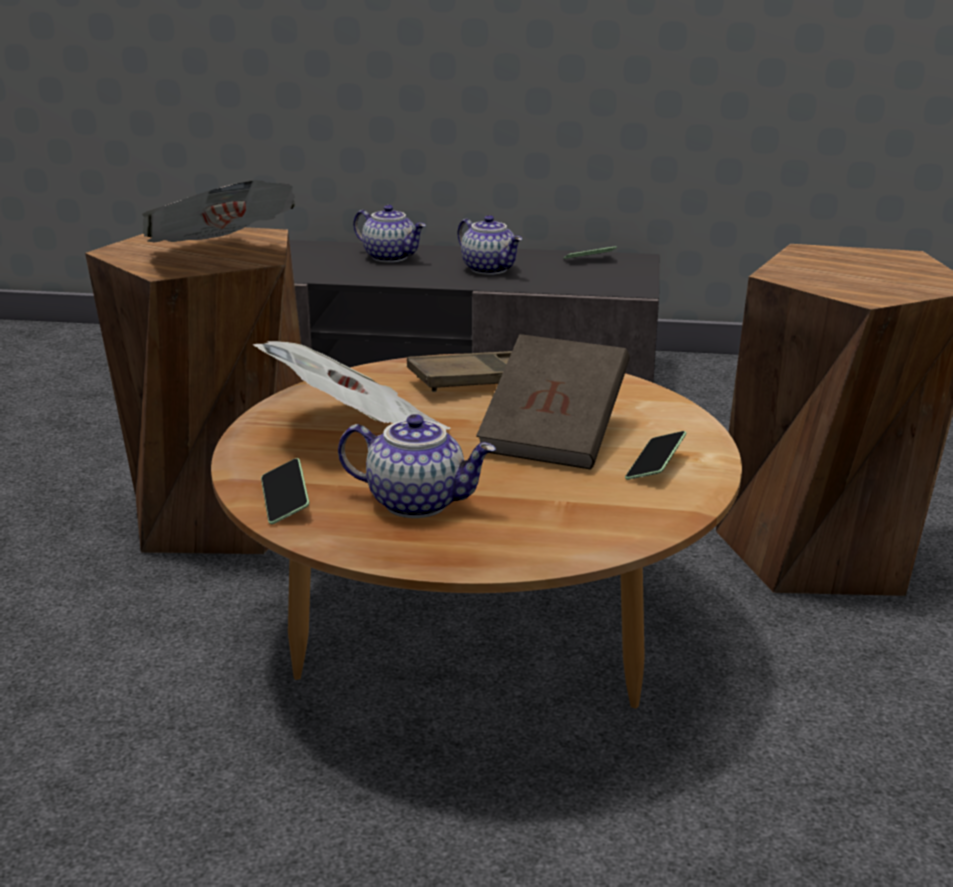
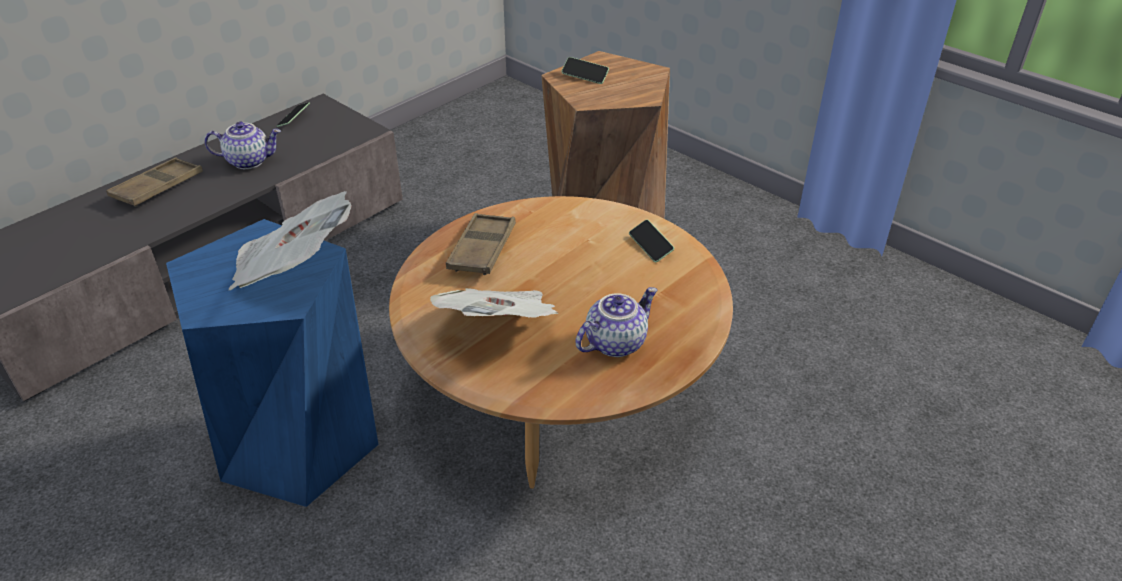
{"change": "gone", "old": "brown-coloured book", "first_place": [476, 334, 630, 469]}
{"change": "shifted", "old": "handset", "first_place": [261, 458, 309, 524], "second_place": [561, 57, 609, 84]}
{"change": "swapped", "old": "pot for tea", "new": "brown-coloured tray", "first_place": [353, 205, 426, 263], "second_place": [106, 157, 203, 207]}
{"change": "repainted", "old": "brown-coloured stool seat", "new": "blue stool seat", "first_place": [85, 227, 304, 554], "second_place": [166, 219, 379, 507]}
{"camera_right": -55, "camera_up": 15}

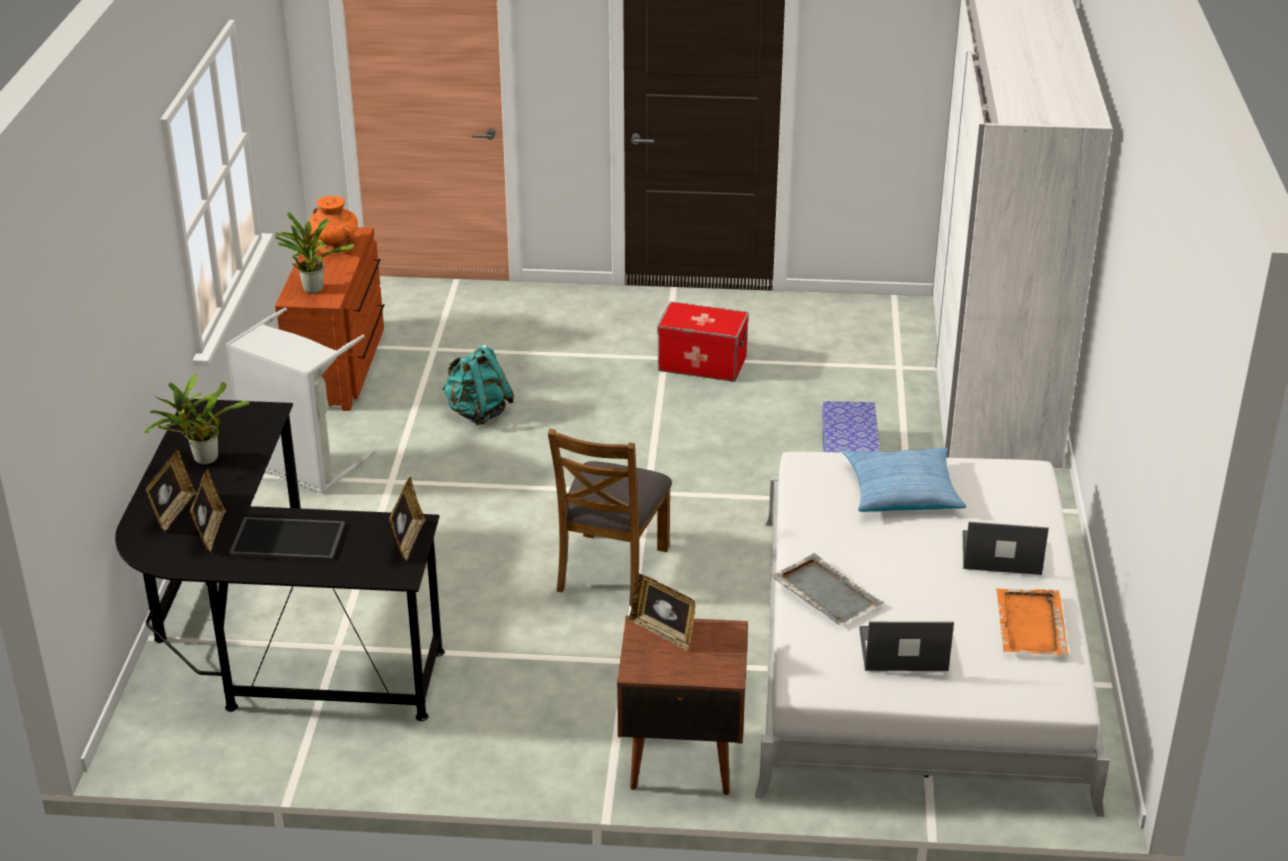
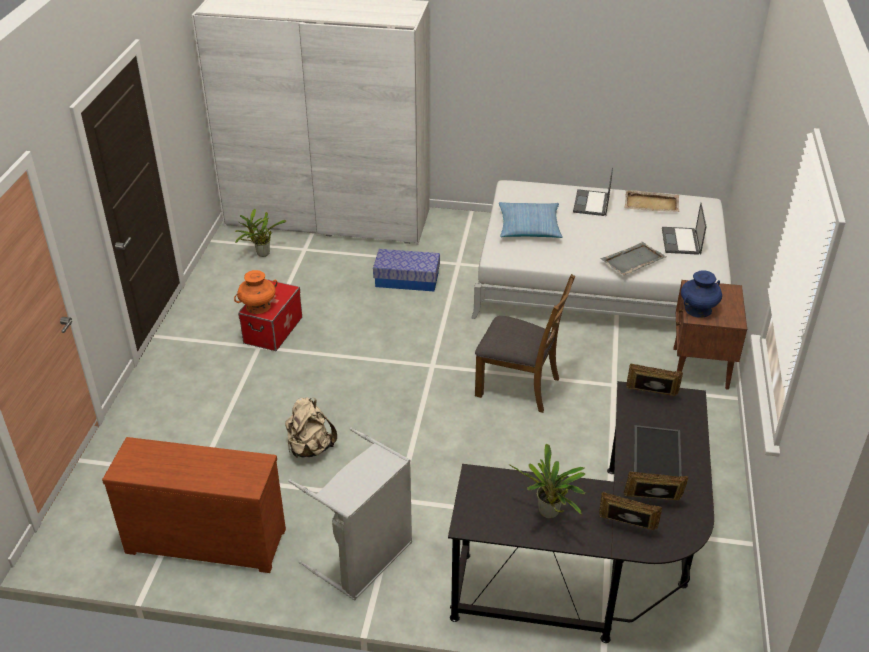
{"change": "shifted", "old": "houseplant", "first_place": [274, 212, 354, 294], "second_place": [235, 209, 286, 257]}
{"change": "shifted", "old": "orangey decorative vase", "first_place": [309, 196, 358, 255], "second_place": [234, 270, 278, 314]}
{"change": "swapped", "old": "standing frame", "new": "blue decorative vase", "first_place": [630, 573, 696, 651], "second_place": [681, 270, 722, 318]}
{"change": "repainted", "old": "turquoise backpack", "new": "beige backpack", "first_place": [442, 345, 514, 426], "second_place": [285, 397, 337, 458]}
{"change": "repainted", "old": "orangey tray", "new": "beige tray", "first_place": [995, 588, 1069, 655], "second_place": [624, 190, 679, 212]}
{"camera_right": -85, "camera_up": 5}

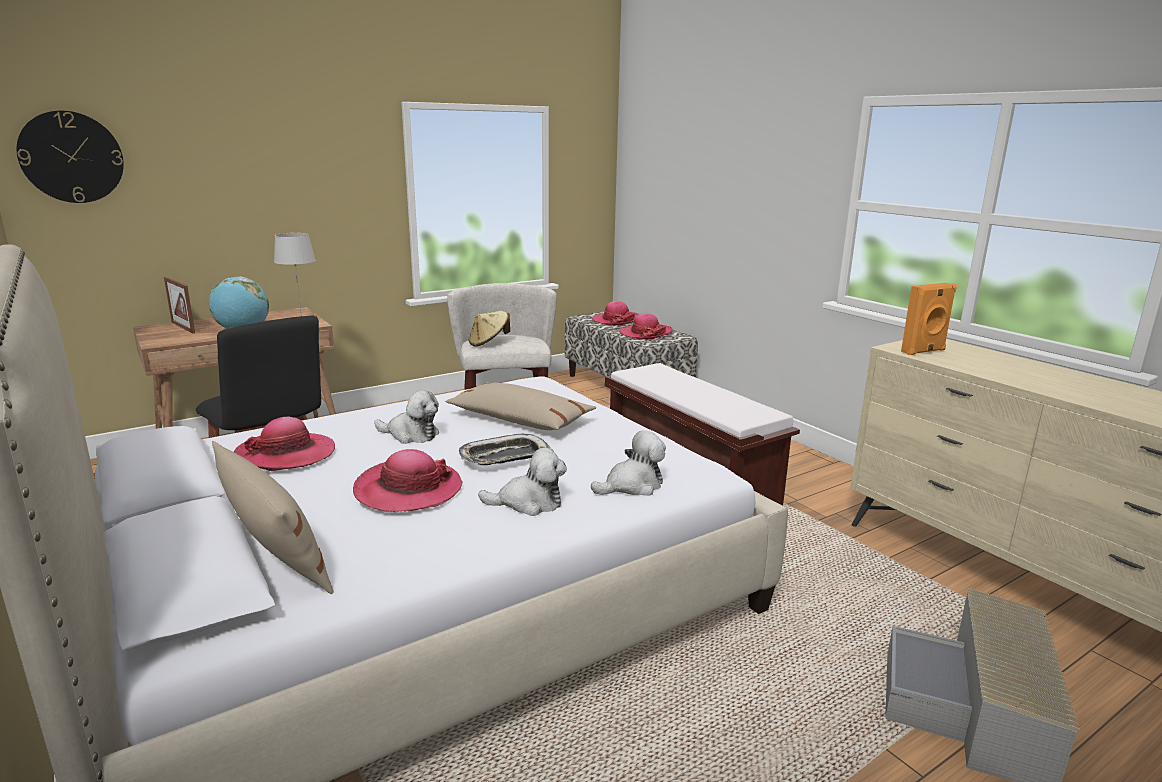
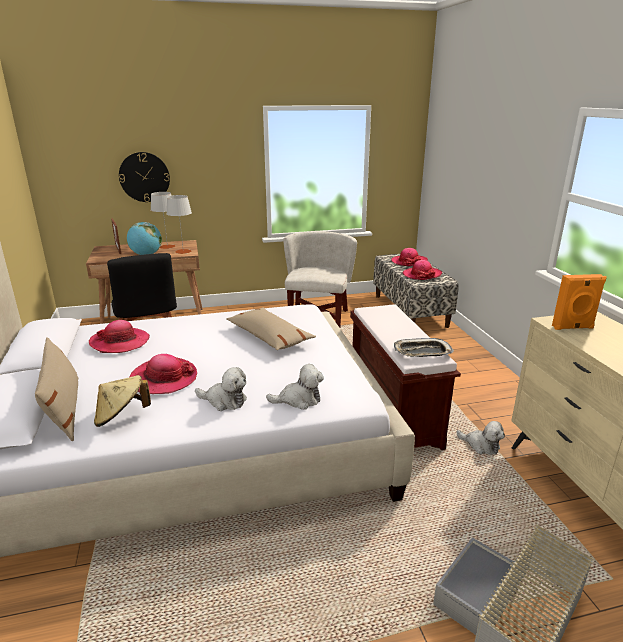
{"change": "new", "new": "grey table lamp", "second_place": [151, 192, 175, 249]}
{"change": "shifted", "old": "clock on the wall", "first_place": [17, 111, 124, 203], "second_place": [119, 152, 170, 202]}
{"change": "shifted", "old": "soft toy", "first_place": [374, 390, 439, 444], "second_place": [456, 421, 505, 455]}
{"change": "shifted", "old": "tray", "first_place": [459, 433, 551, 465], "second_place": [394, 338, 454, 357]}
{"change": "shifted", "old": "beige hat", "first_place": [468, 311, 510, 347], "second_place": [94, 375, 151, 427]}
{"camera_right": 20, "camera_up": 5}

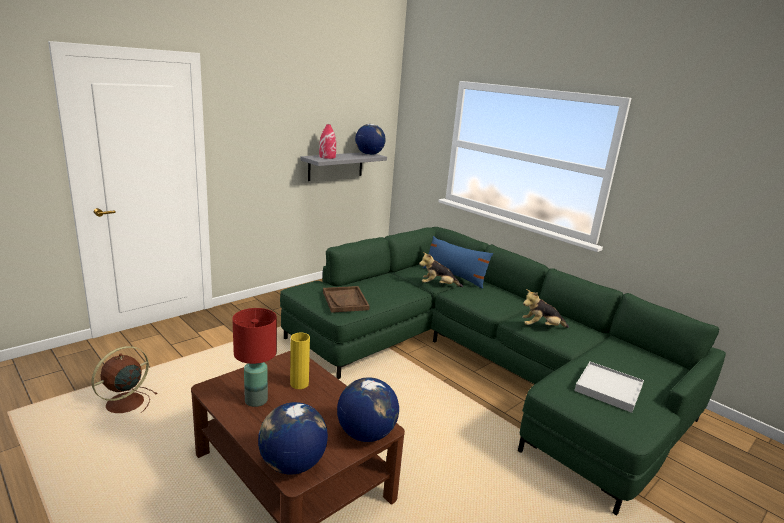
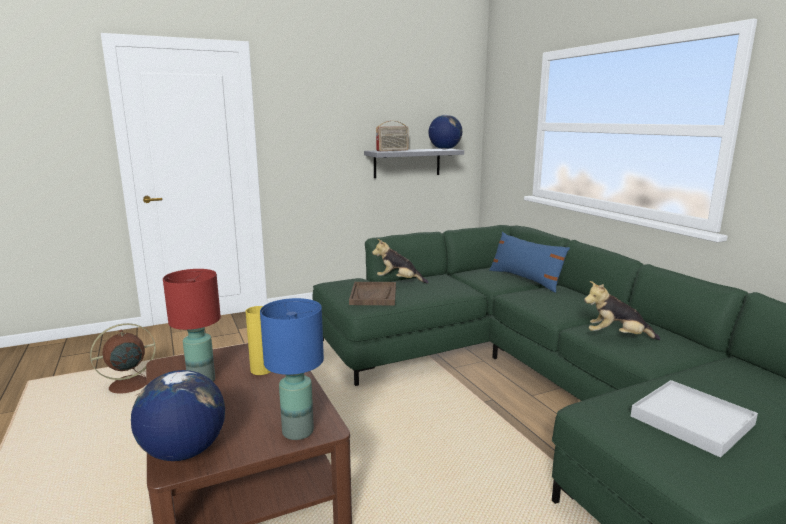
{"change": "shifted", "old": "soft toy", "first_place": [419, 252, 463, 287], "second_place": [372, 239, 429, 284]}
{"change": "swapped", "old": "red decorative vase", "new": "radio receiver", "first_place": [319, 124, 336, 159], "second_place": [376, 121, 409, 151]}
{"change": "swapped", "old": "globe", "new": "blue table lamp", "first_place": [337, 377, 399, 442], "second_place": [260, 298, 324, 440]}
{"camera_right": 20, "camera_up": -5}

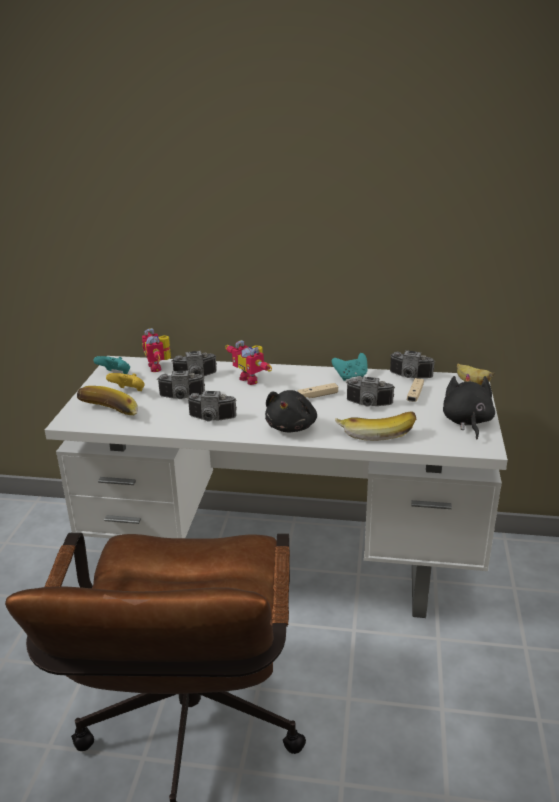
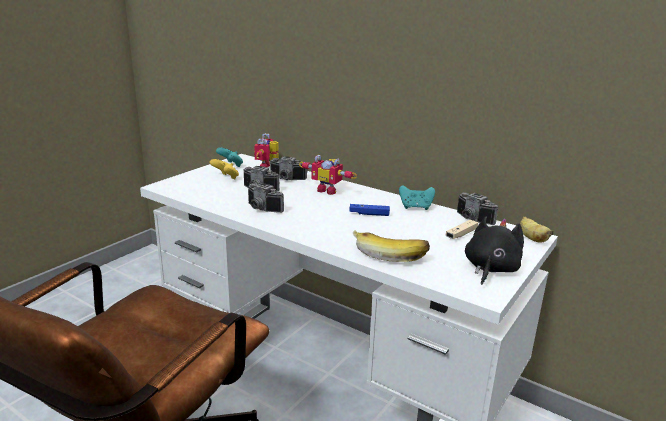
{"change": "gone", "old": "whole banana", "first_place": [77, 386, 138, 415]}
{"change": "gone", "old": "black-coloured soft toy", "first_place": [265, 390, 317, 432]}
{"change": "gone", "old": "still camera", "first_place": [346, 377, 395, 407]}
{"change": "repainted", "old": "beige joypad", "new": "blue joypad", "first_place": [297, 383, 338, 399], "second_place": [350, 204, 390, 216]}
{"change": "rotated", "old": "robot figure", "first_place": [225, 340, 272, 385], "second_place": [299, 155, 357, 195], "degrees": -45}
{"camera_right": 25, "camera_up": -5}

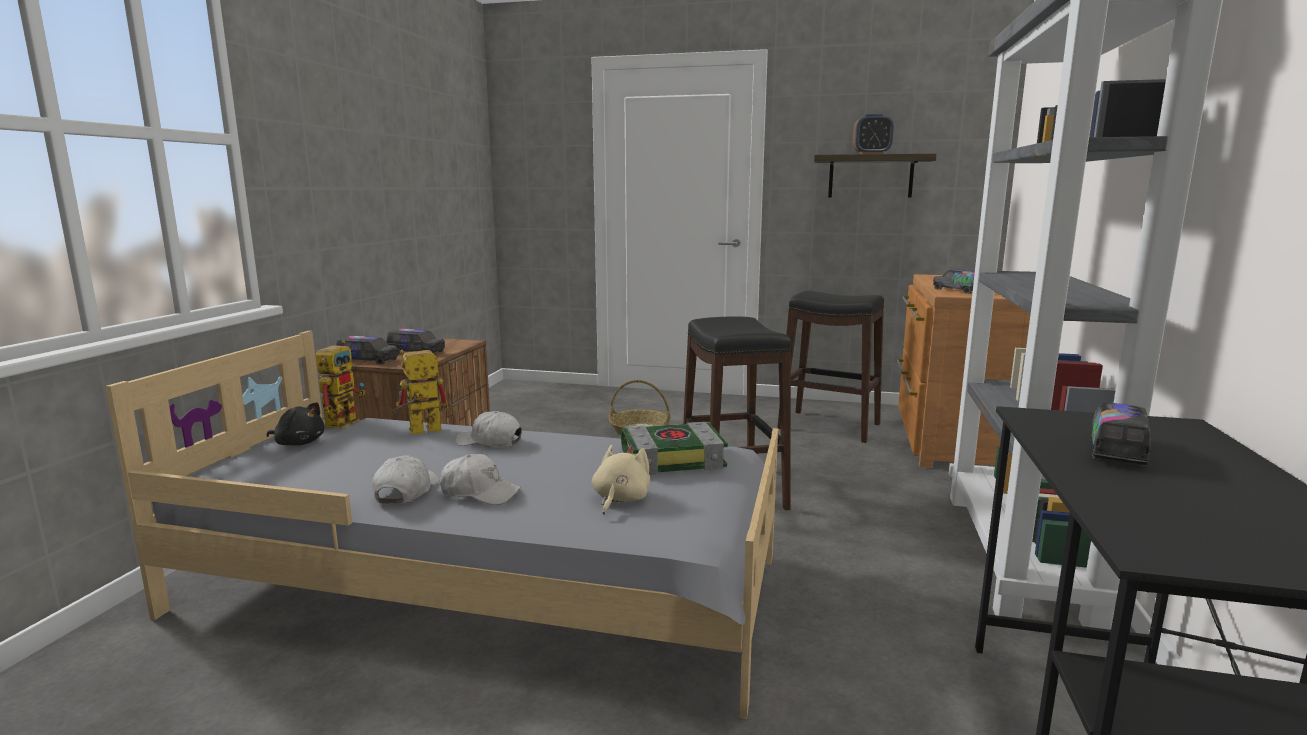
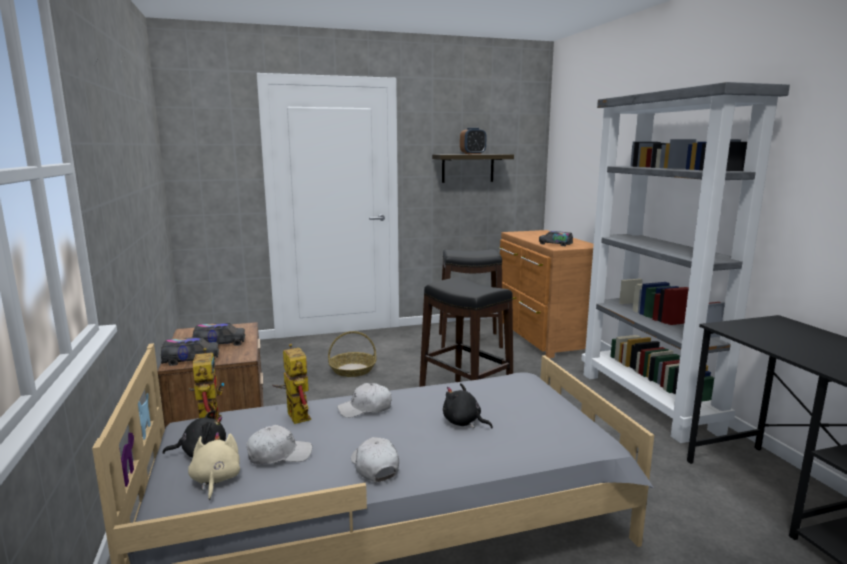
{"change": "gone", "old": "book", "first_place": [621, 422, 728, 475]}
{"change": "gone", "old": "toy truck", "first_place": [1091, 403, 1151, 467]}
{"change": "new", "new": "black-coloured soft toy", "second_place": [443, 383, 493, 429]}
{"change": "shifted", "old": "white peaked cap", "first_place": [440, 454, 521, 505], "second_place": [246, 425, 312, 464]}
{"change": "shifted", "old": "beige soft toy", "first_place": [592, 445, 650, 515], "second_place": [188, 432, 240, 500]}
{"change": "rotated", "old": "robot figure", "first_place": [393, 350, 449, 434], "second_place": [272, 343, 311, 424], "degrees": 120}
{"camera_right": -30, "camera_up": 0}

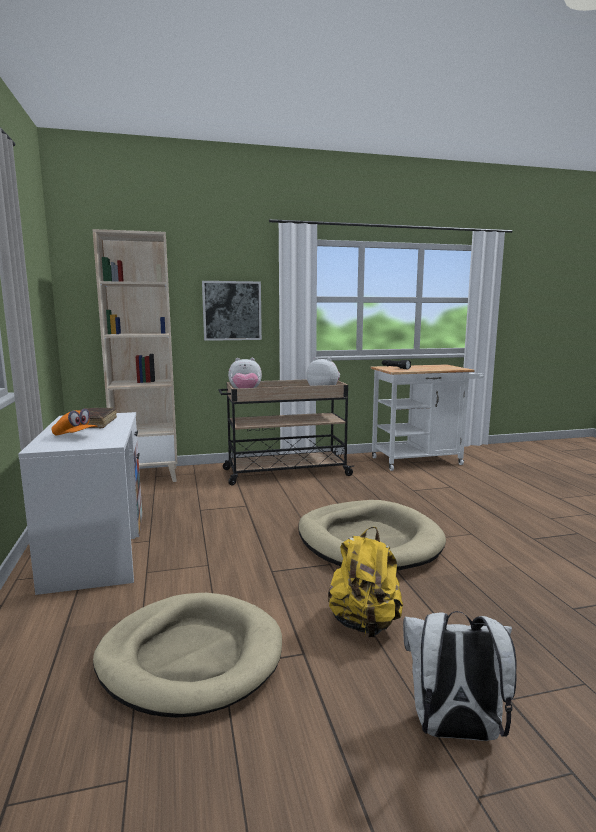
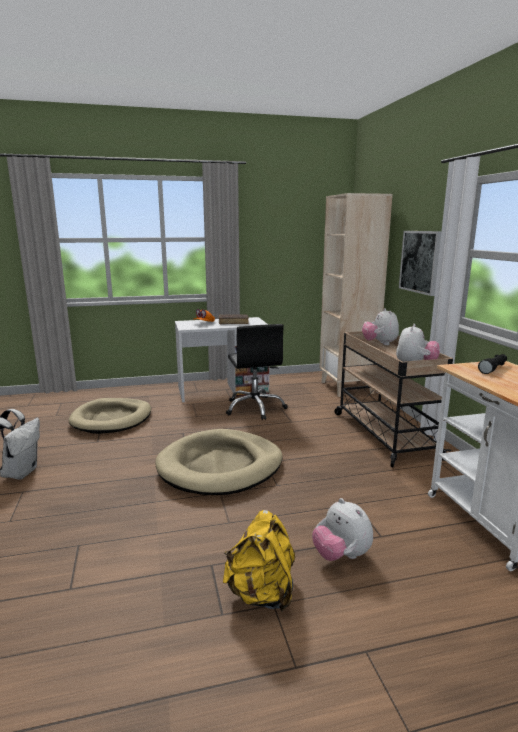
{"change": "new", "new": "black-coloured computer chair", "second_place": [226, 324, 288, 420]}
{"change": "new", "new": "soft toy", "second_place": [312, 498, 373, 561]}
{"change": "shifted", "old": "yellow-coloured backpack", "first_place": [328, 527, 403, 637], "second_place": [223, 510, 295, 611]}
{"camera_right": 90, "camera_up": 5}

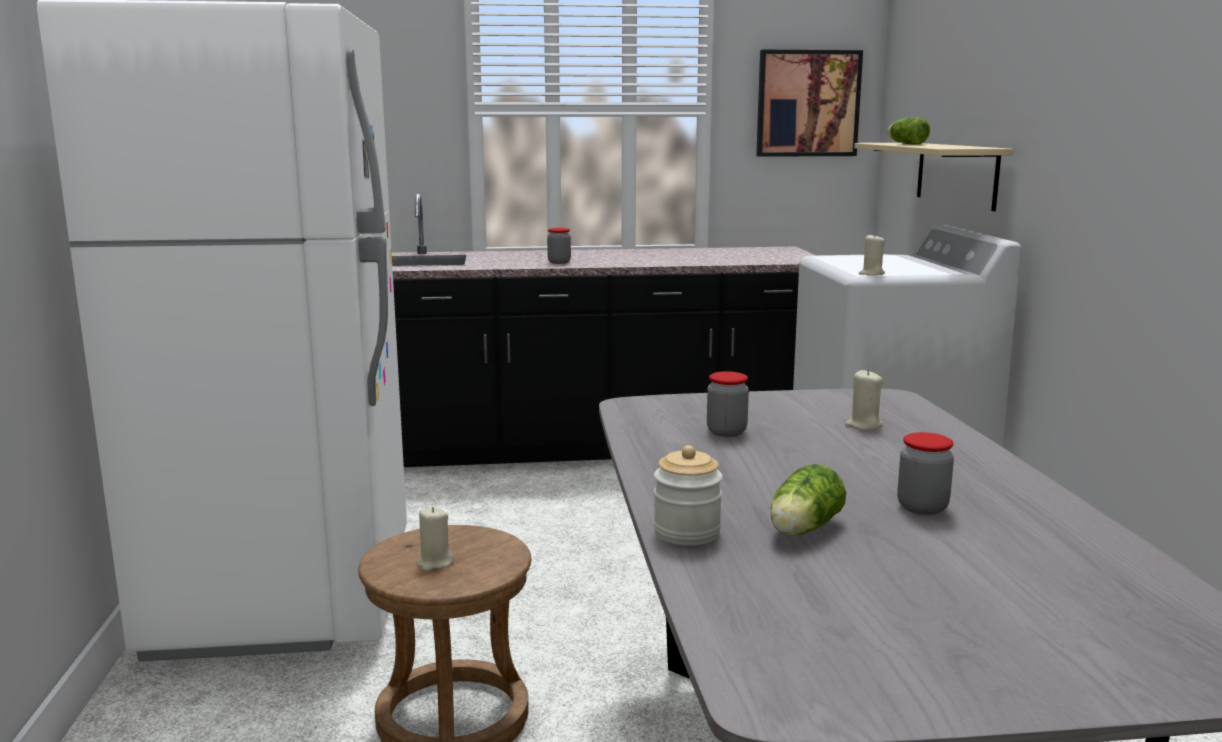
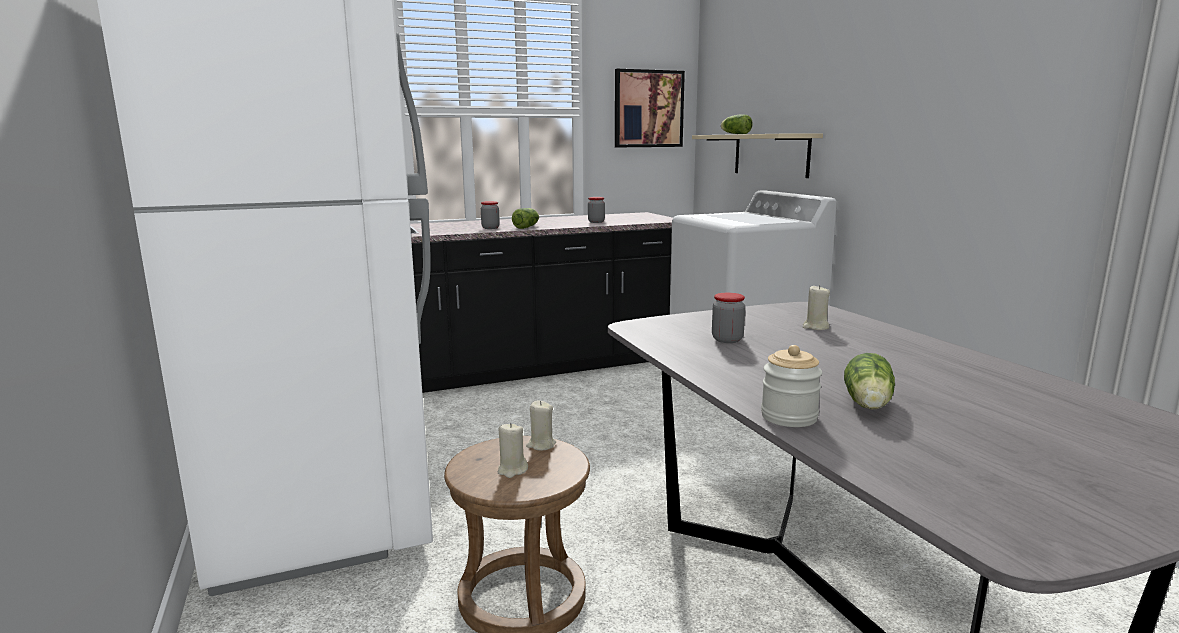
{"change": "new", "new": "lettuce head", "second_place": [512, 208, 539, 229]}
{"change": "shifted", "old": "beige candle", "first_place": [859, 234, 885, 276], "second_place": [526, 400, 556, 450]}
{"change": "shifted", "old": "storage jar", "first_place": [897, 432, 954, 515], "second_place": [588, 197, 605, 223]}
{"camera_right": -15, "camera_up": 0}

